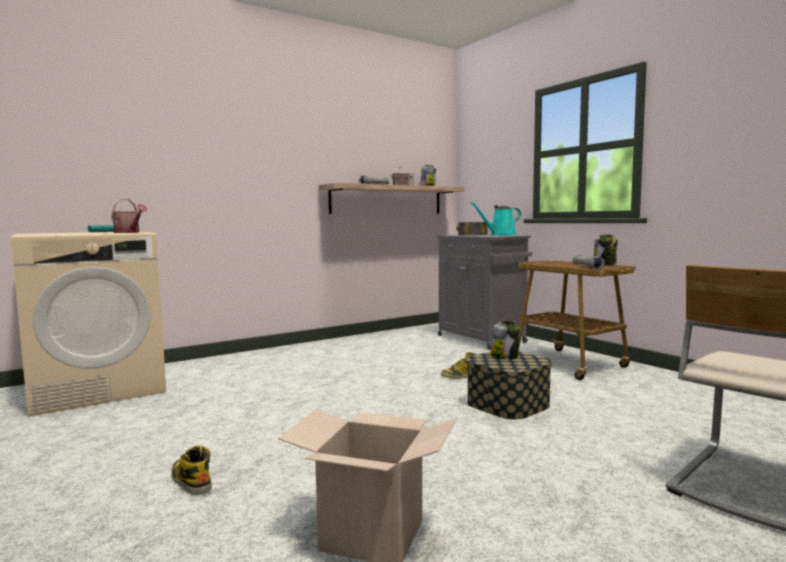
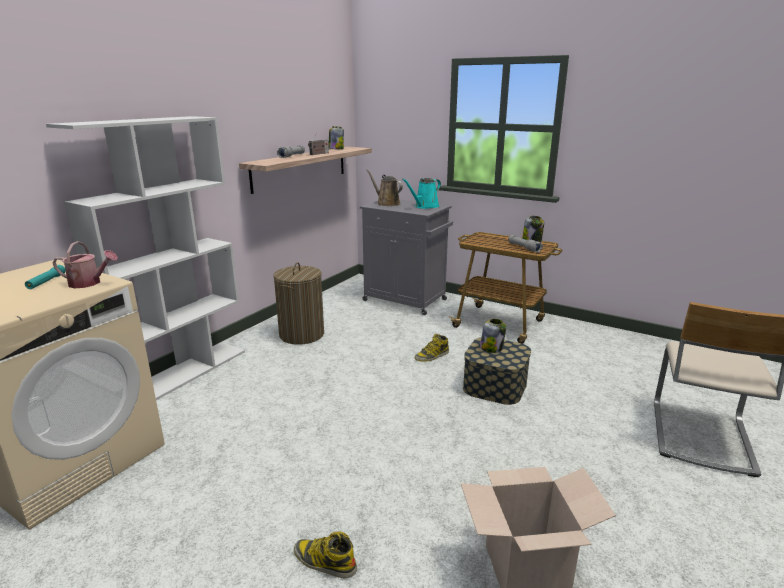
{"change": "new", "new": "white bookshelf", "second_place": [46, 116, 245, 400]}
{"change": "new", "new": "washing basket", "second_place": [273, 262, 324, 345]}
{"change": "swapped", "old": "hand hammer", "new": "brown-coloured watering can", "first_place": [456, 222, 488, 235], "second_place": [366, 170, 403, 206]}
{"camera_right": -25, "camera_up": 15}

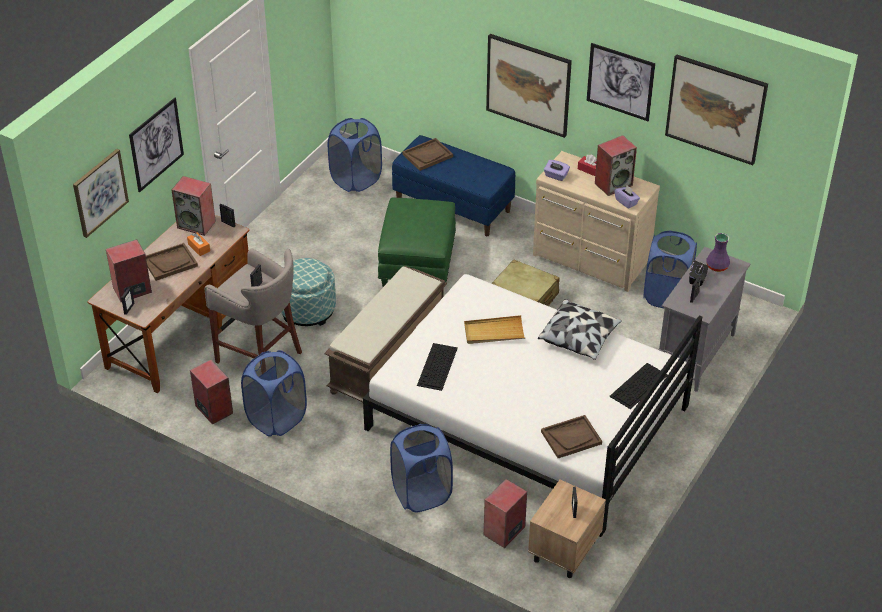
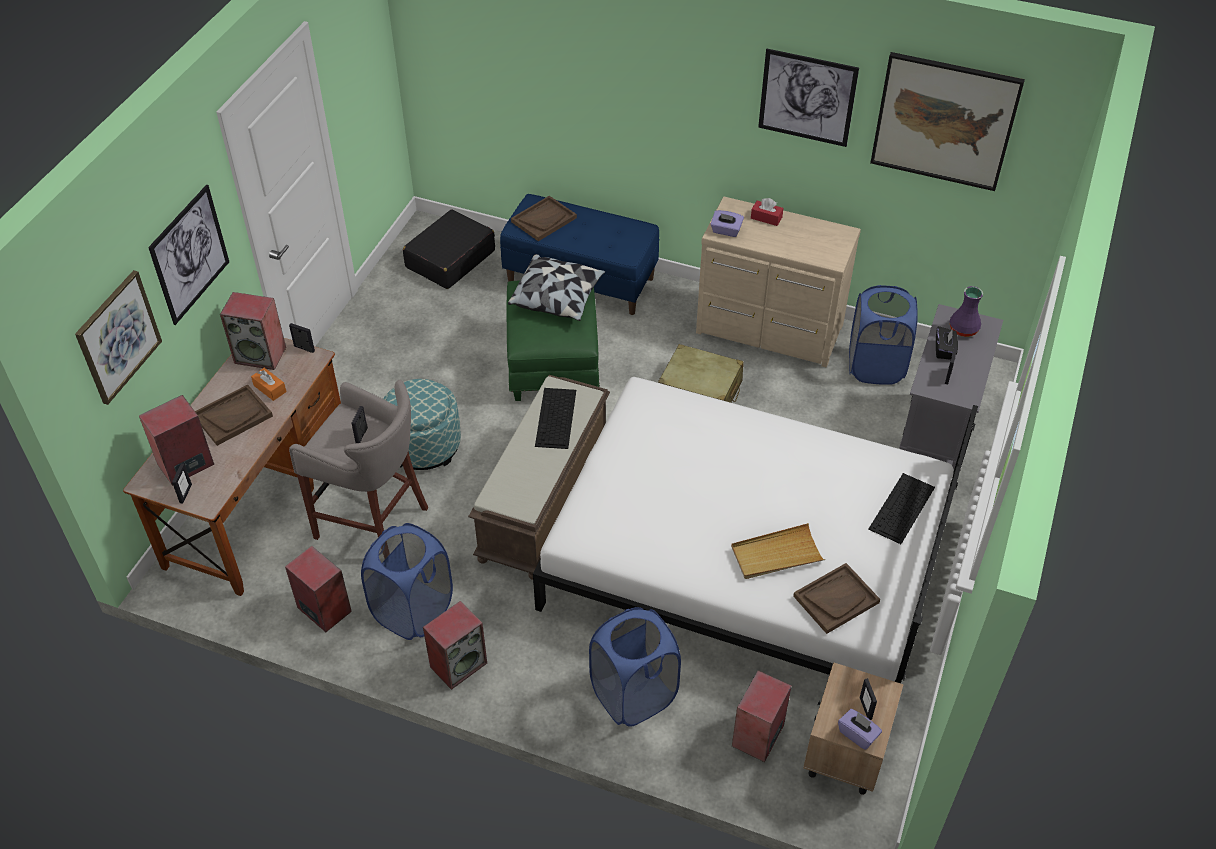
{"change": "gone", "old": "wall picture", "first_place": [486, 34, 572, 138]}
{"change": "shifted", "old": "PC keyboard", "first_place": [417, 343, 458, 391], "second_place": [535, 388, 576, 449]}
{"change": "shifted", "old": "beige tray", "first_place": [464, 315, 525, 344], "second_place": [731, 523, 825, 579]}
{"change": "shifted", "old": "pillow", "first_place": [538, 299, 622, 360], "second_place": [508, 254, 605, 321]}
{"change": "shifted", "old": "loudspeaker", "first_place": [595, 135, 637, 196], "second_place": [423, 601, 487, 690]}
{"change": "shifted", "old": "purple tissue box", "first_place": [615, 185, 640, 209], "second_place": [838, 709, 882, 750]}
{"change": "swapped", "old": "blue washing basket", "new": "black-coloured suitcase", "first_place": [328, 118, 382, 192], "second_place": [403, 209, 495, 289]}
{"camera_right": -10, "camera_up": 5}

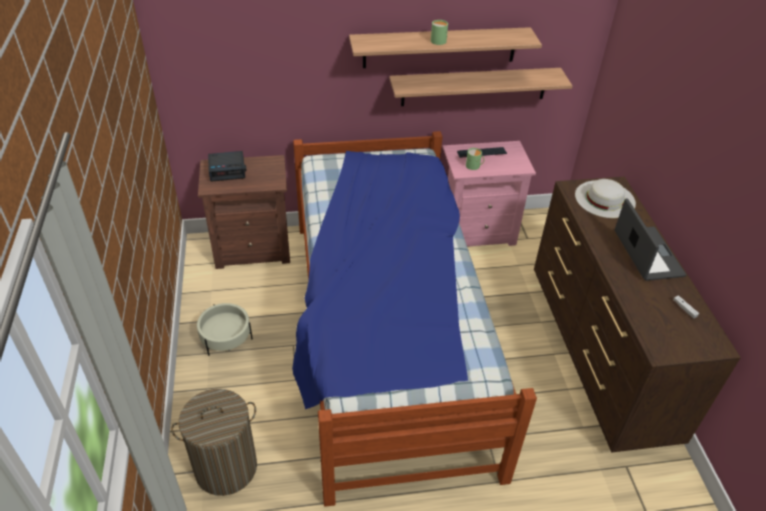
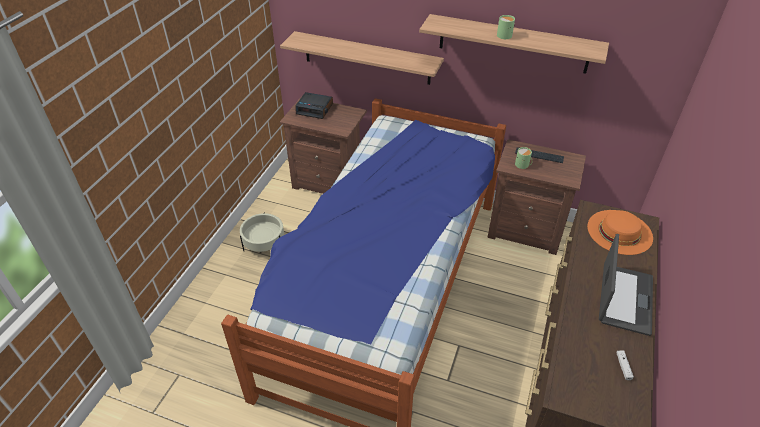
{"change": "gone", "old": "washing basket", "first_place": [171, 389, 257, 496]}
{"change": "shifted", "old": "bracket shelf", "first_place": [389, 68, 573, 106], "second_place": [280, 31, 444, 85]}
{"change": "repainted", "old": "pinkish night table", "new": "brown-coloured night table", "first_place": [443, 141, 536, 247], "second_place": [487, 139, 586, 255]}
{"change": "repainted", "old": "white hat", "new": "orangey hat", "first_place": [575, 179, 636, 218], "second_place": [587, 210, 653, 255]}
{"camera_right": 30, "camera_up": 0}

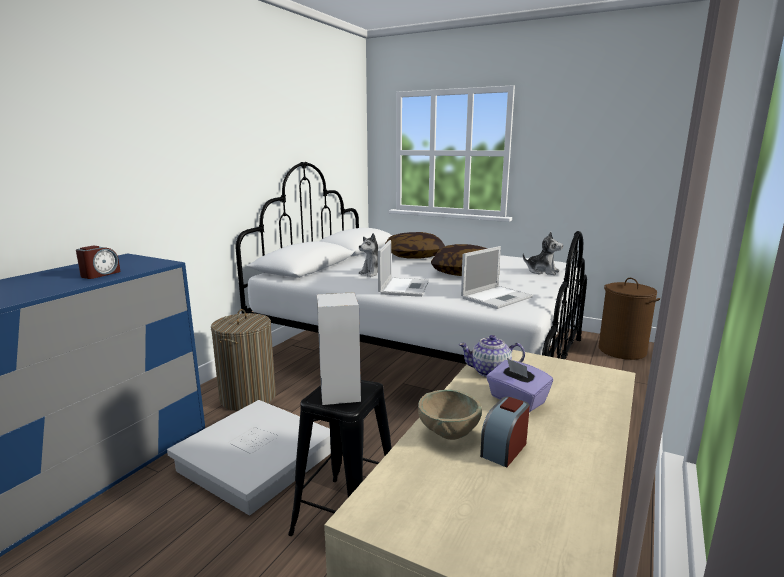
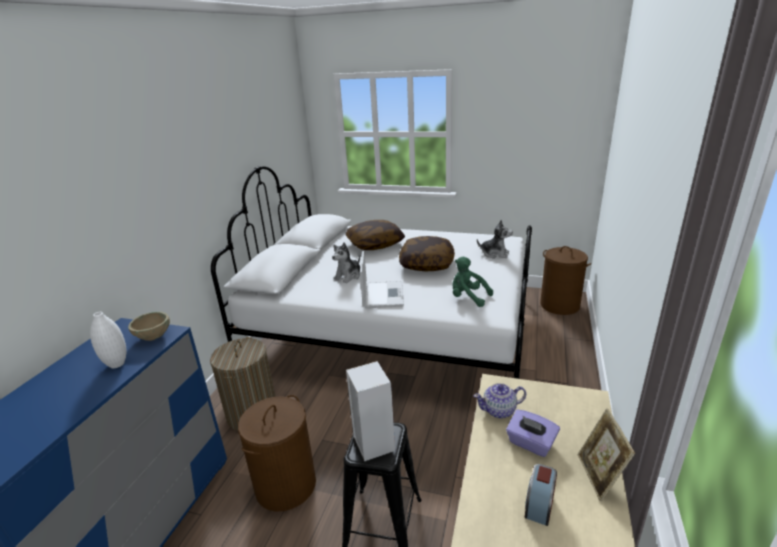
{"change": "new", "new": "standing frame", "second_place": [577, 408, 635, 501]}
{"change": "shifted", "old": "beige deep dish", "first_place": [418, 390, 482, 440], "second_place": [128, 311, 170, 341]}
{"change": "swapped", "old": "table clock", "new": "white decorative vase", "first_place": [76, 245, 121, 279], "second_place": [90, 312, 126, 368]}
{"change": "swapped", "old": "white storage bin", "new": "brown-coloured washing basket", "first_place": [167, 400, 331, 515], "second_place": [238, 395, 316, 511]}
{"change": "swapped", "old": "laptop", "new": "green-coloured soft toy", "first_place": [461, 246, 533, 309], "second_place": [452, 257, 493, 307]}
{"camera_right": -10, "camera_up": 10}

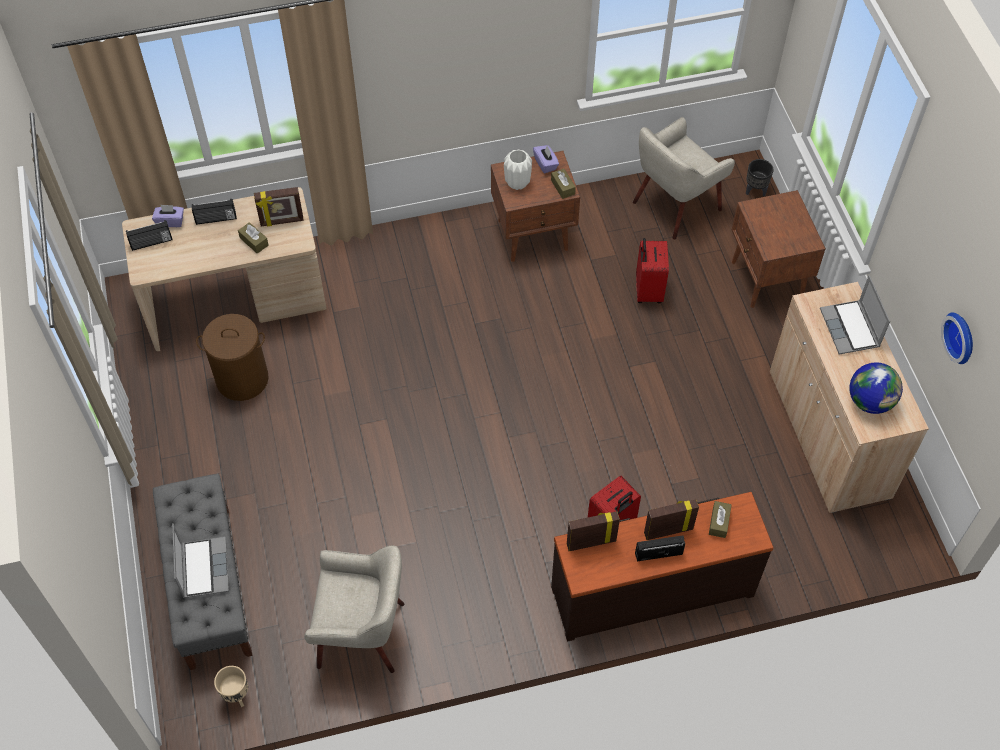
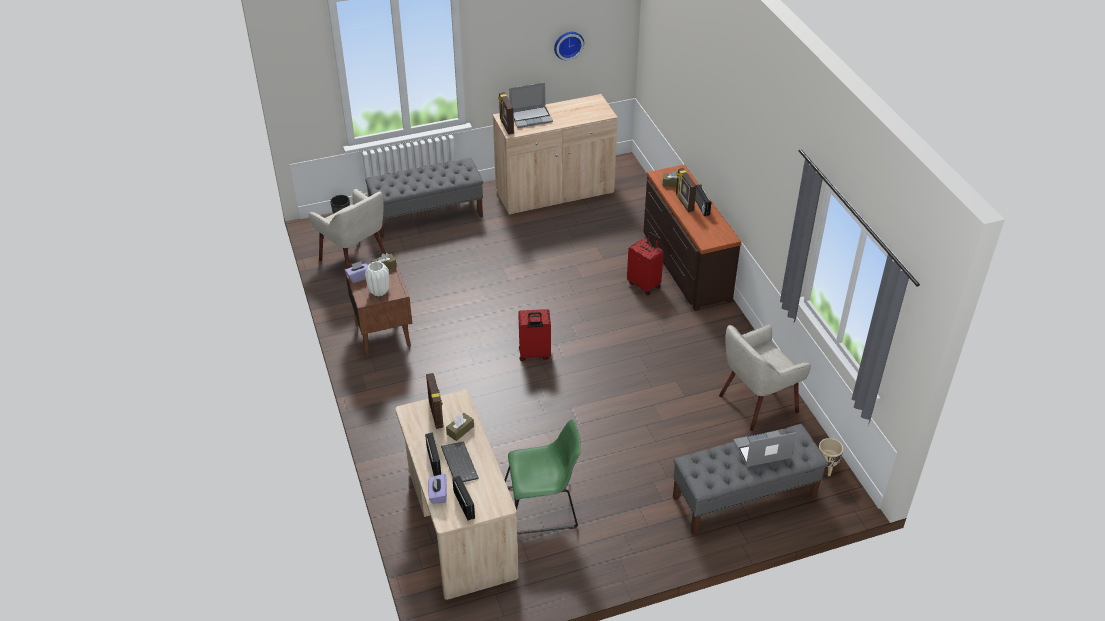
{"change": "gone", "old": "globe", "first_place": [849, 362, 903, 414]}
{"change": "new", "new": "PC keyboard", "second_place": [441, 441, 479, 482]}
{"change": "shifted", "old": "standing frame", "first_place": [567, 512, 620, 551], "second_place": [498, 92, 514, 135]}
{"change": "shifted", "old": "red suitcase", "first_place": [636, 238, 669, 304], "second_place": [518, 309, 551, 361]}
{"change": "swapped", "old": "brown-coloured washing basket", "new": "green-coloured plain chair", "first_place": [196, 314, 269, 401], "second_place": [505, 419, 581, 535]}
{"change": "swapped", "old": "brown-coloured night table", "new": "grey bench", "first_place": [732, 190, 826, 308], "second_place": [365, 158, 483, 239]}
{"change": "rotated", "old": "beige easy chair", "first_place": [304, 546, 404, 673], "second_place": [719, 324, 811, 431], "degrees": -120}
{"camera_right": -95, "camera_up": -15}

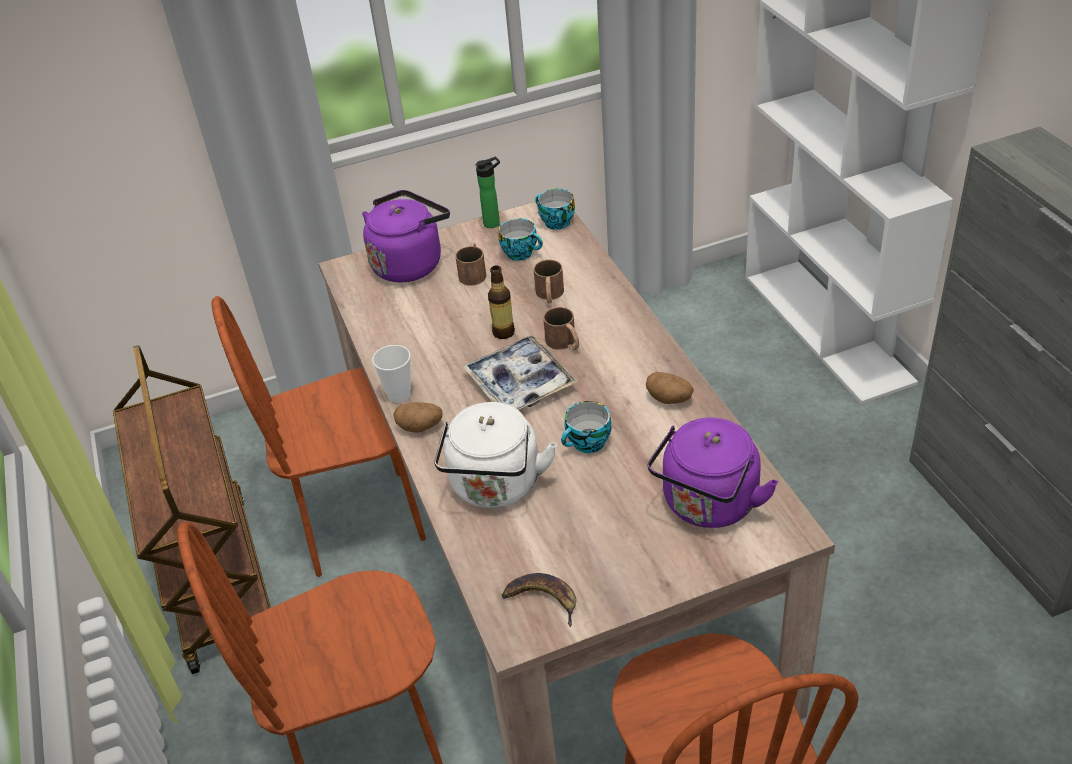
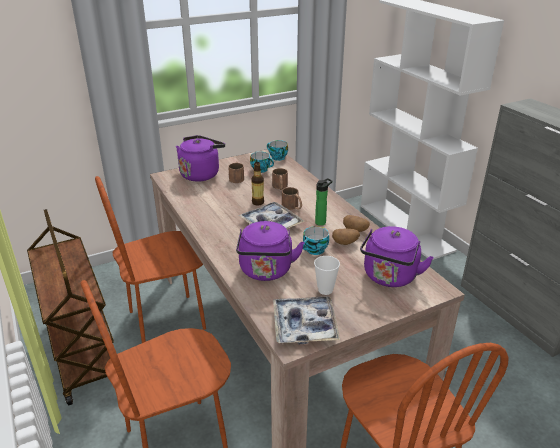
{"change": "shifted", "old": "small cup", "first_place": [372, 345, 411, 403], "second_place": [314, 256, 340, 295]}
{"change": "shifted", "old": "whole potato", "first_place": [393, 402, 443, 433], "second_place": [332, 229, 360, 245]}
{"change": "shifted", "old": "drink bottle", "first_place": [475, 157, 500, 228], "second_place": [315, 178, 332, 226]}
{"change": "swapped", "old": "whole banana", "new": "tray", "first_place": [502, 573, 576, 627], "second_place": [273, 296, 340, 345]}
{"change": "repainted", "old": "white tea kettle", "new": "purple tea kettle", "first_place": [434, 402, 557, 508], "second_place": [236, 221, 304, 281]}
{"camera_right": -10, "camera_up": -10}

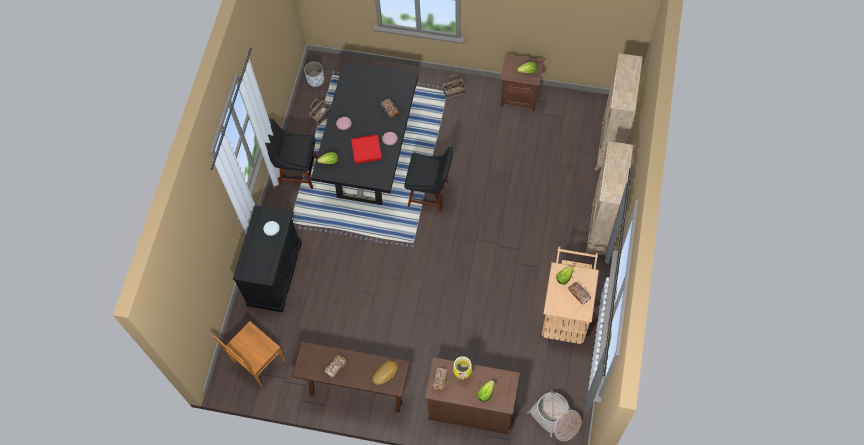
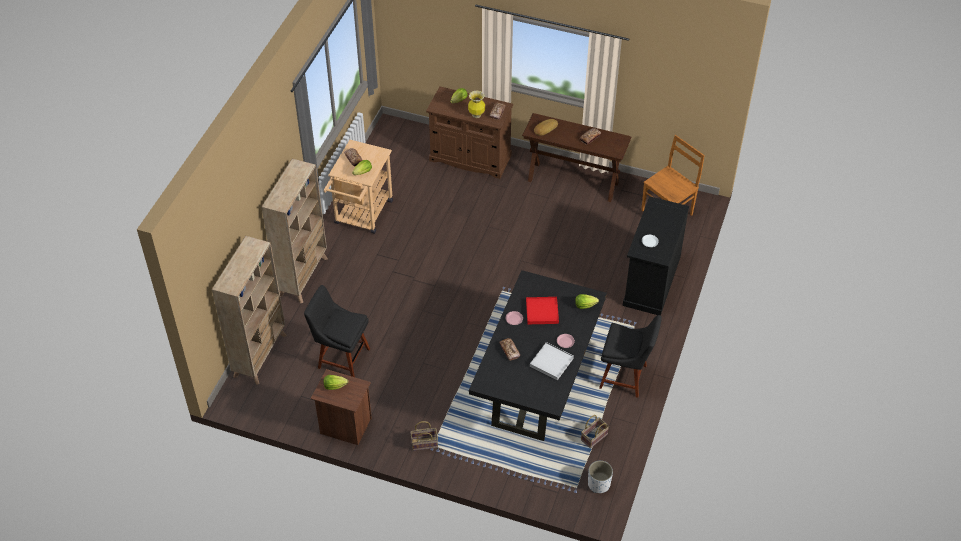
{"change": "gone", "old": "storage basket", "first_place": [527, 390, 581, 442]}
{"change": "new", "new": "white tray", "second_place": [530, 342, 574, 380]}
{"change": "shifted", "old": "black-coloured plain chair", "first_place": [404, 147, 453, 213], "second_place": [304, 285, 370, 377]}
{"camera_right": -175, "camera_up": -15}

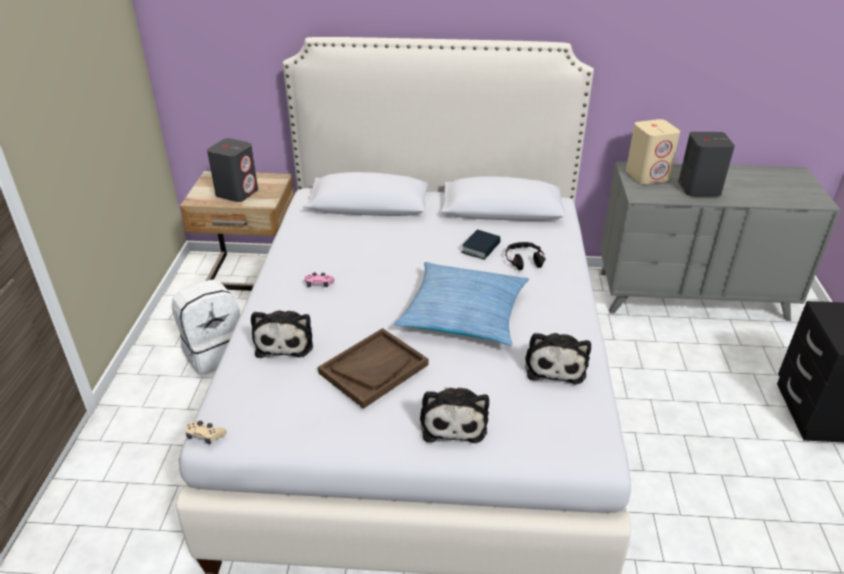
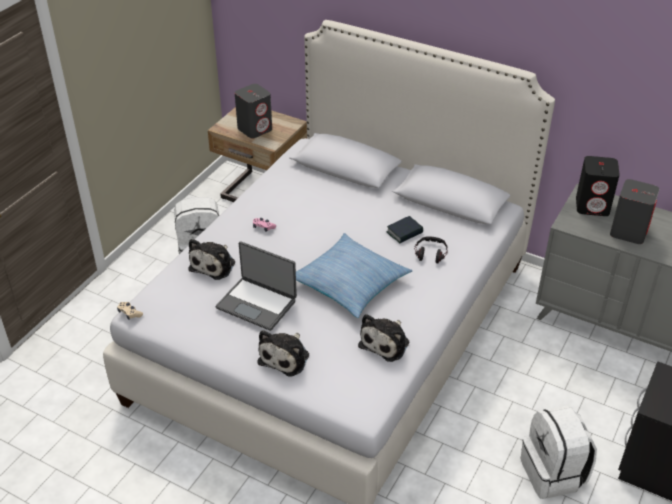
{"change": "new", "new": "white backpack", "second_place": [521, 405, 597, 499]}
{"change": "swapped", "old": "brown-coloured tray", "new": "laptop", "first_place": [318, 328, 428, 409], "second_place": [216, 241, 297, 331]}
{"change": "repainted", "old": "beige loudspeaker", "new": "black-coloured loudspeaker", "first_place": [626, 119, 680, 184], "second_place": [576, 156, 620, 216]}
{"camera_right": 25, "camera_up": 5}

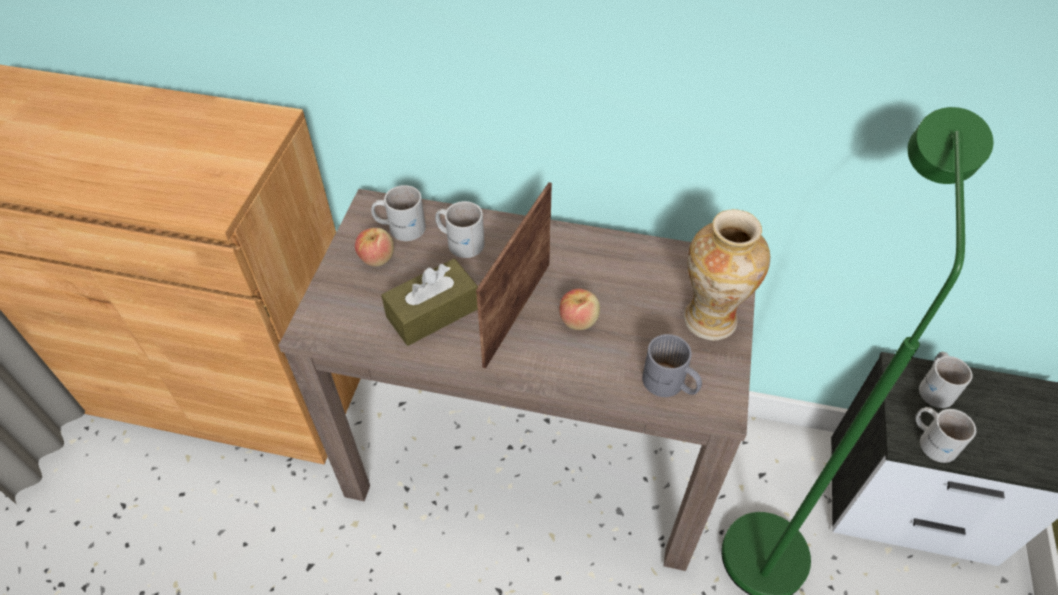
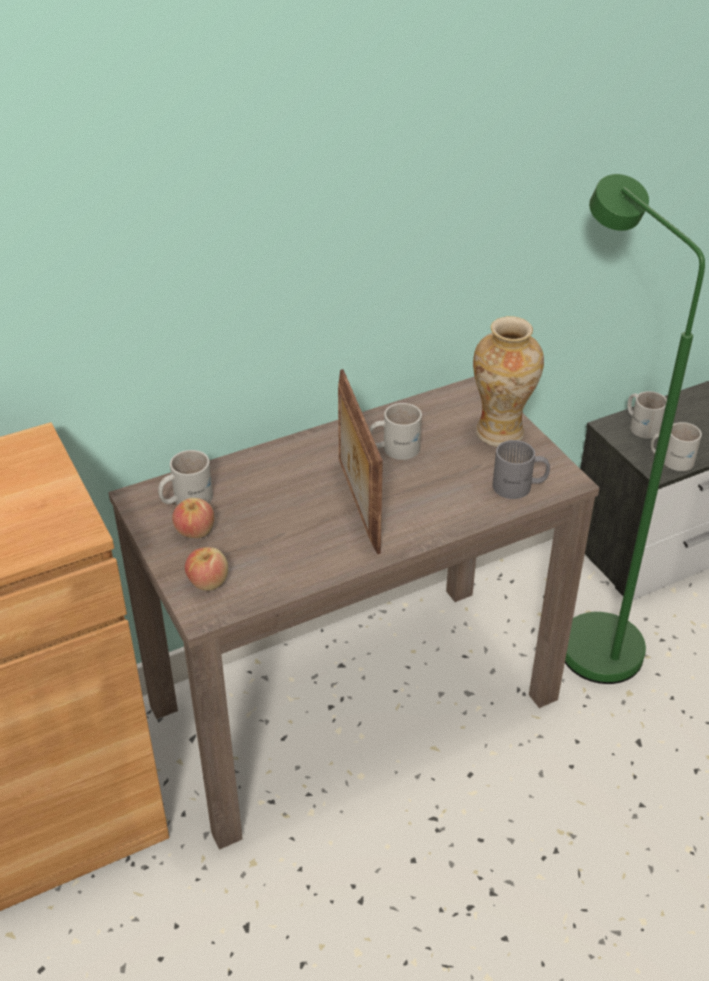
{"change": "gone", "old": "brown-coloured tissue box", "first_place": [381, 259, 478, 346]}
{"change": "shifted", "old": "white mug", "first_place": [435, 201, 485, 258], "second_place": [369, 403, 422, 460]}
{"change": "shifted", "old": "whole apple", "first_place": [559, 289, 600, 330], "second_place": [185, 547, 228, 591]}
{"camera_right": -40, "camera_up": -10}

